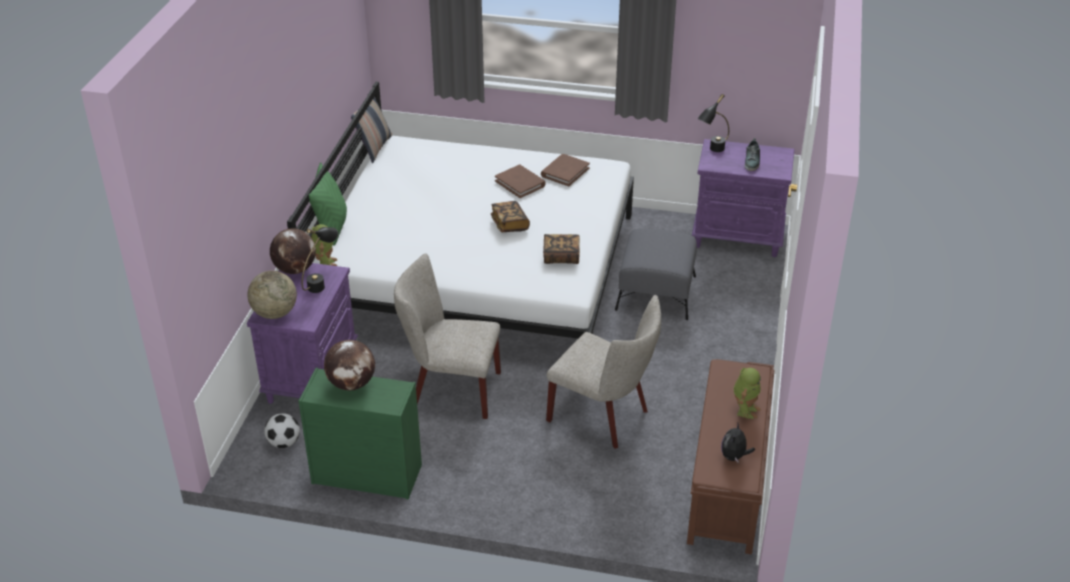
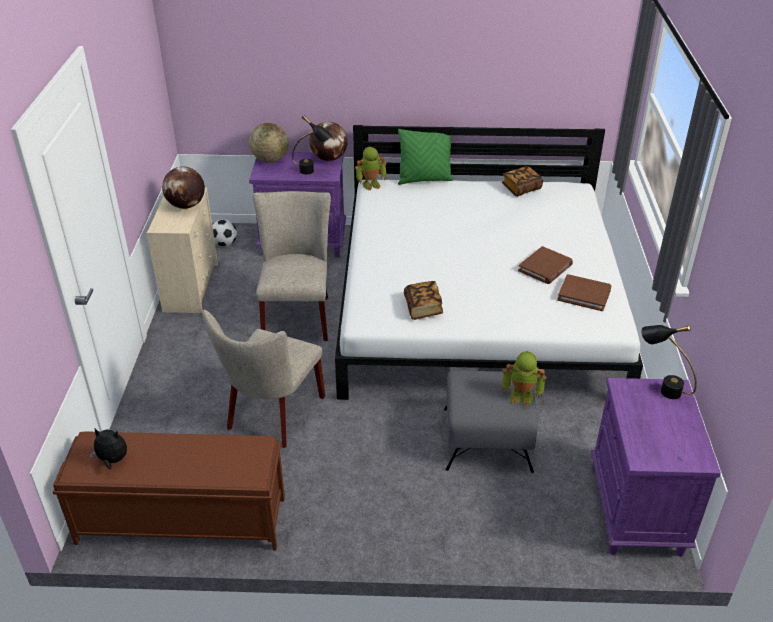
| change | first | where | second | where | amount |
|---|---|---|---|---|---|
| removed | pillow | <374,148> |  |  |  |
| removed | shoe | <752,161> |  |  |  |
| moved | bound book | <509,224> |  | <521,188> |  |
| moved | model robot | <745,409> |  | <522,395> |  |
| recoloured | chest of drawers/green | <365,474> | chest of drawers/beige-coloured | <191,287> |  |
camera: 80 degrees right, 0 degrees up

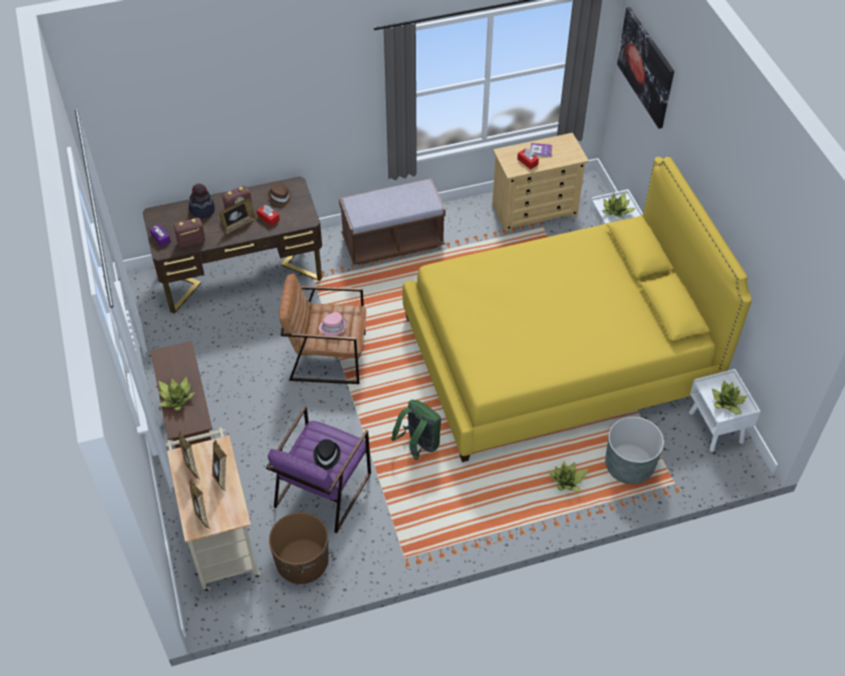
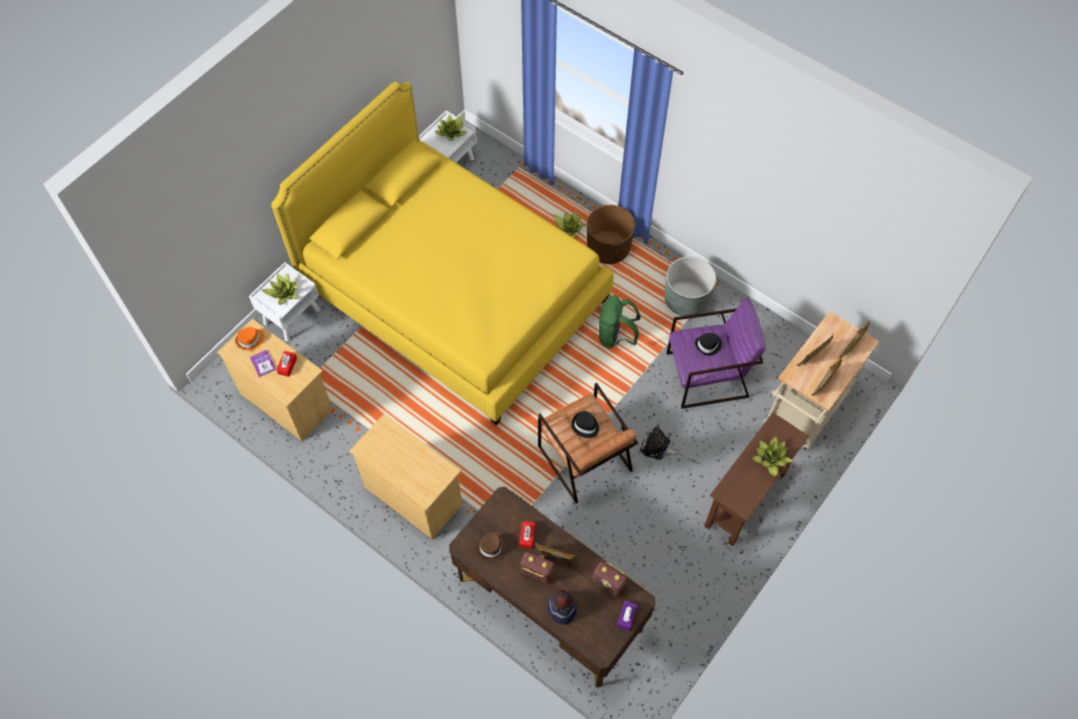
| change | first | where | second | where | amount |
|---|---|---|---|---|---|
| removed | wall picture | <646,67> |  |  |  |
| added |  |  | wearable hat/orange-coloured | <250,340> |  |
| added |  |  | cuddly toy | <657,447> |  |
| moved | plant pot/brown | <302,563> |  | <608,248> |  |
| moved | plant pot/gray | <629,466> |  | <686,300> |  |
| replaced | bench/brown | <393,243> | chest of drawers/beige-coloured | <413,495> |  |
| recoloured | wearable hat/pink | <333,326> | wearable hat/blackish | <585,426> |  |
camera: 125 degrees left, 10 degrees up

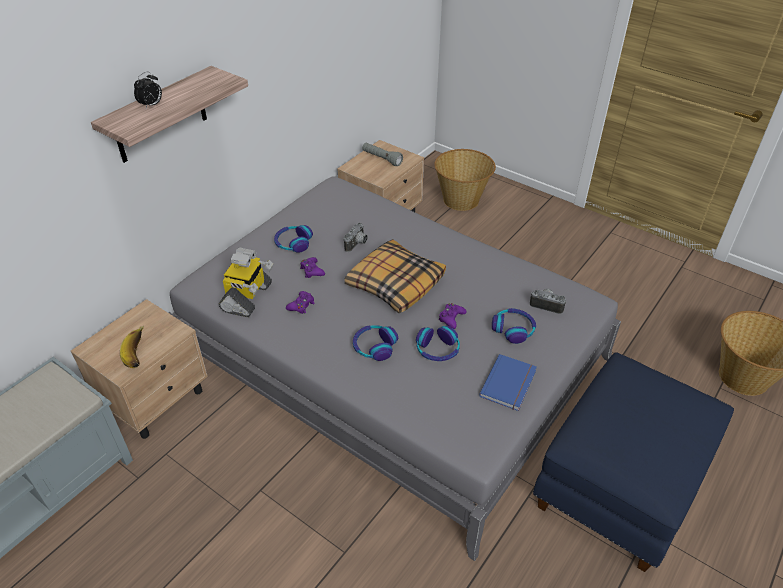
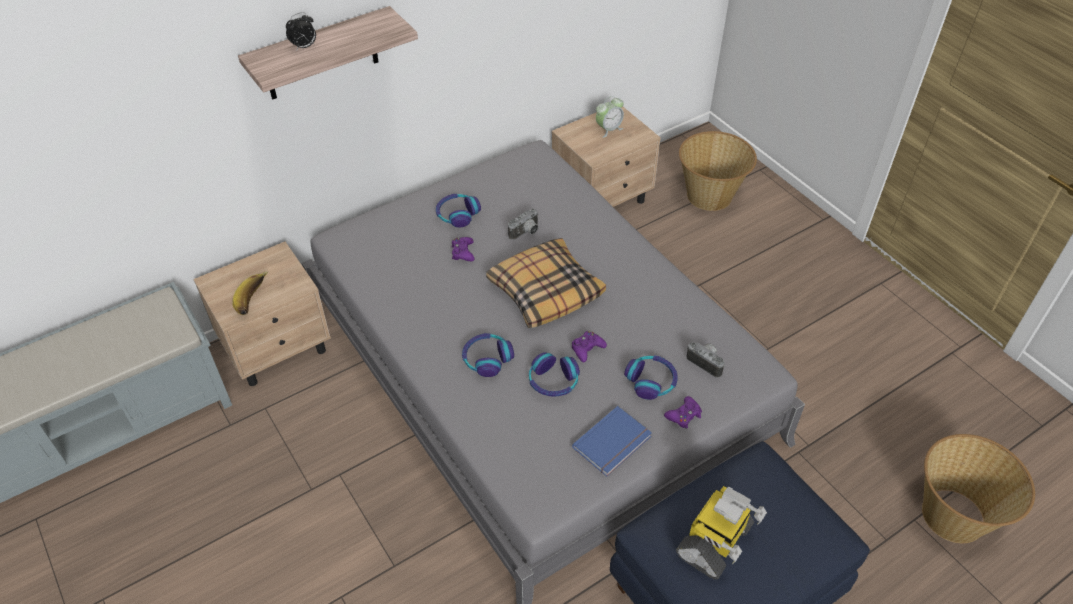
| change | first | where | second | where | amount |
|---|---|---|---|---|---|
| moved | model robot | <247,298> |  | <715,542> |  |
| moved | gamepad/purple | <301,305> |  | <684,415> |  |
| replaced | torch/gray | <381,159> | table clock | <608,129> |  |
camera: 20 degrees right, 5 degrees up

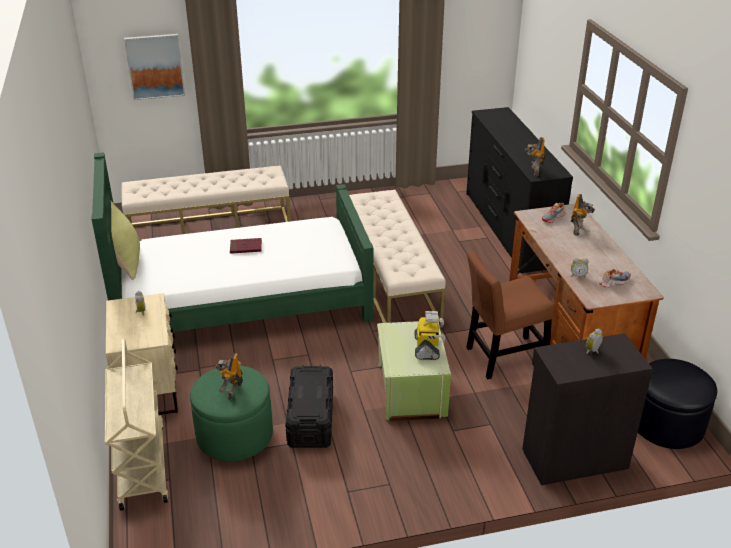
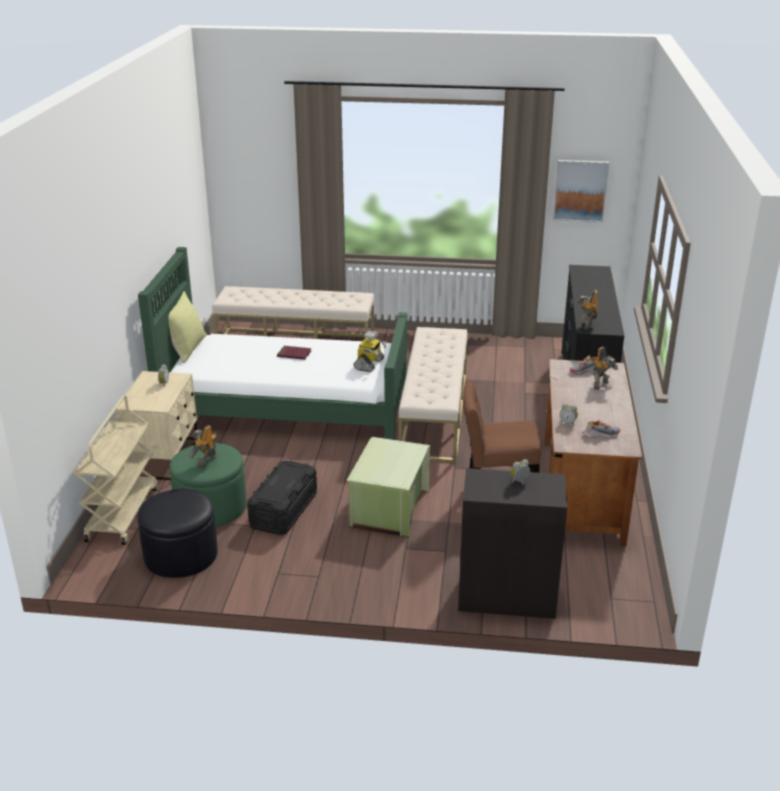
| change | first | where | second | where | amount |
|---|---|---|---|---|---|
| moved | wall picture | <155,66> |  | <580,190> |  |
| moved | model robot | <427,348> |  | <369,364> |  |
| moved | footrest/blackish | <667,424> |  | <180,555> |  |
camera: 20 degrees right, 5 degrees down

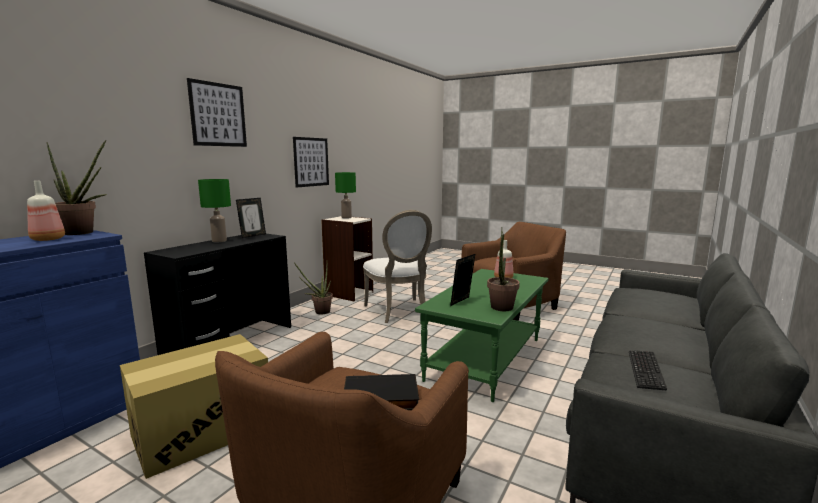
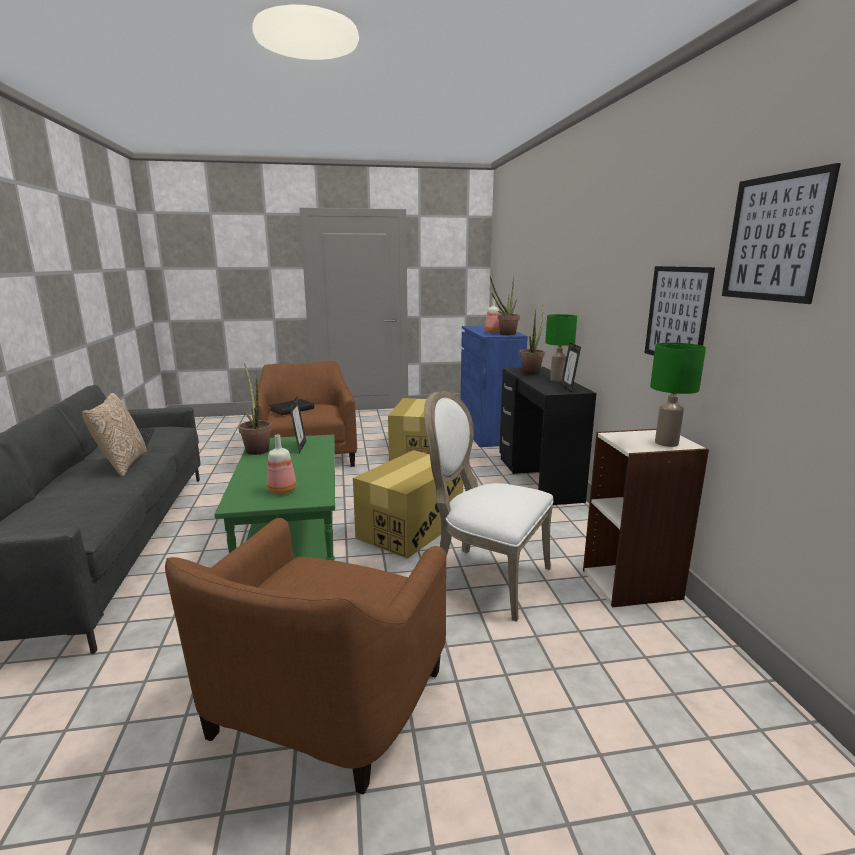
| change | first | where | second | where | amount |
|---|---|---|---|---|---|
| added |  |  | pillow | <122,464> |  |
| added |  |  | carton | <411,528> |  |
| moved | wall picture | <218,114> |  | <774,238> |  |
| moved | houseplant | <319,312> |  | <532,371> |  |
camera: 140 degrees right, 5 degrees up

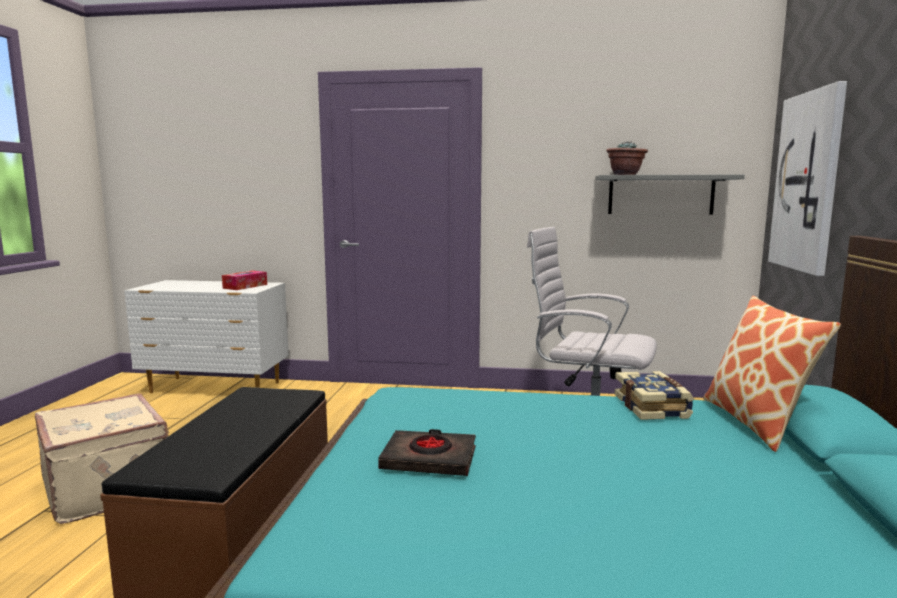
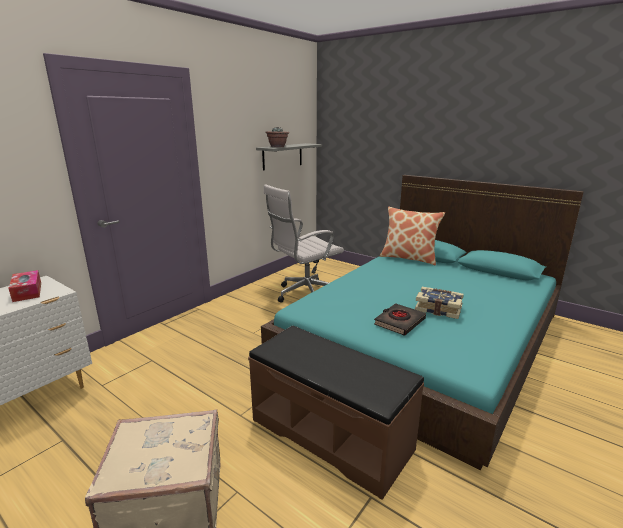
| change | first | where | second | where | amount |
|---|---|---|---|---|---|
| removed | wall picture | <808,182> |  |  |  |
| moved | bound book | <652,407> |  | <438,309> |  |
camera: 60 degrees left, 10 degrees up

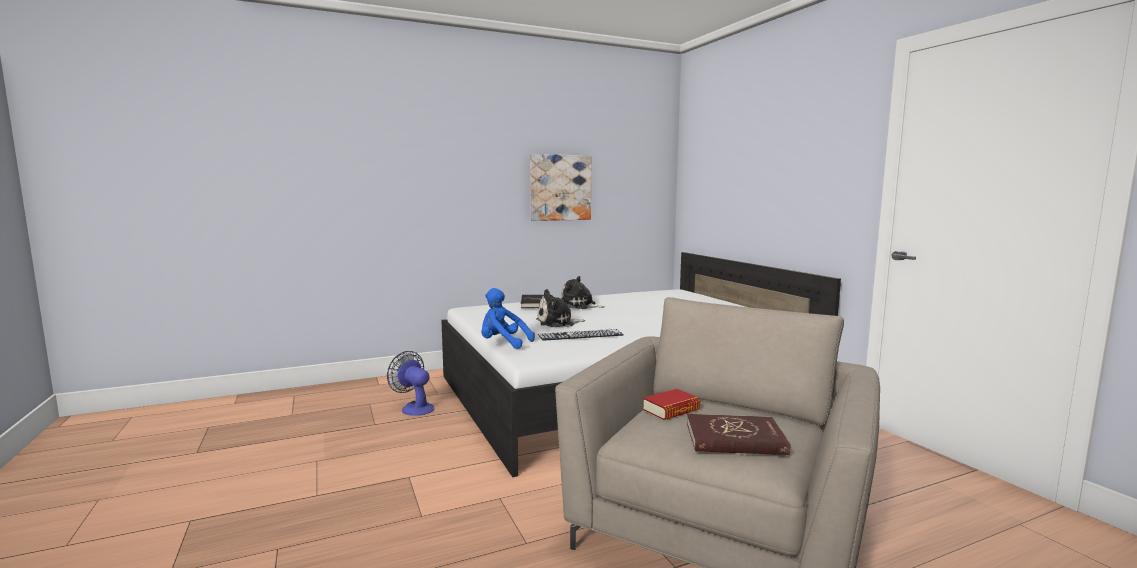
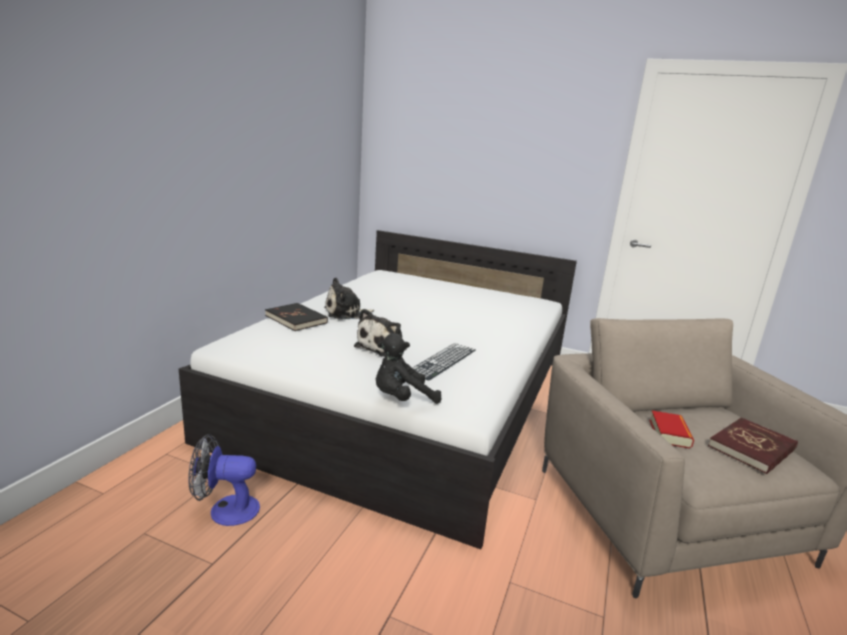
| change | first | where | second | where | amount |
|---|---|---|---|---|---|
| removed | wall picture | <560,187> |  |  |  |
| recoloured | cuddly toy/bluish | <503,344> | cuddly toy/blackish | <402,399> |  |
camera: 45 degrees left, 10 degrees up

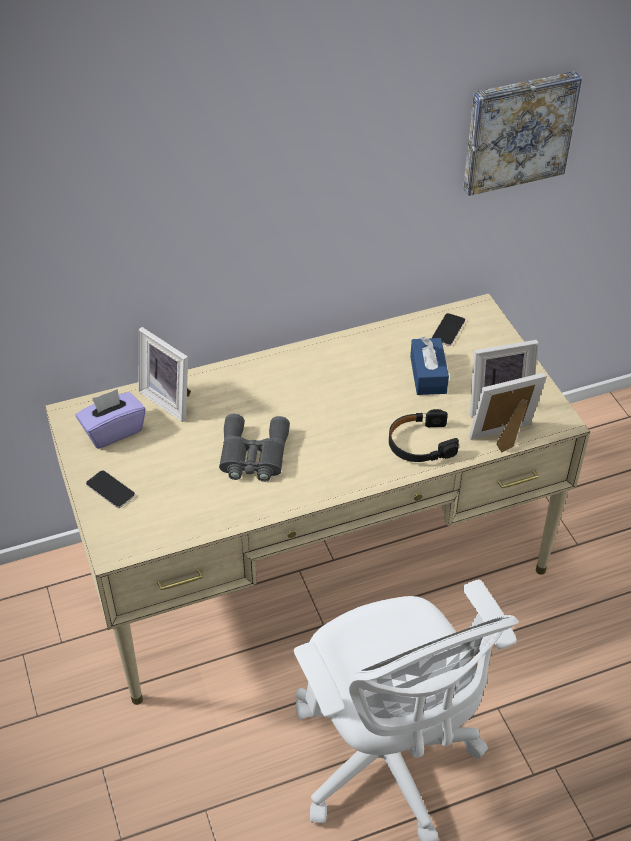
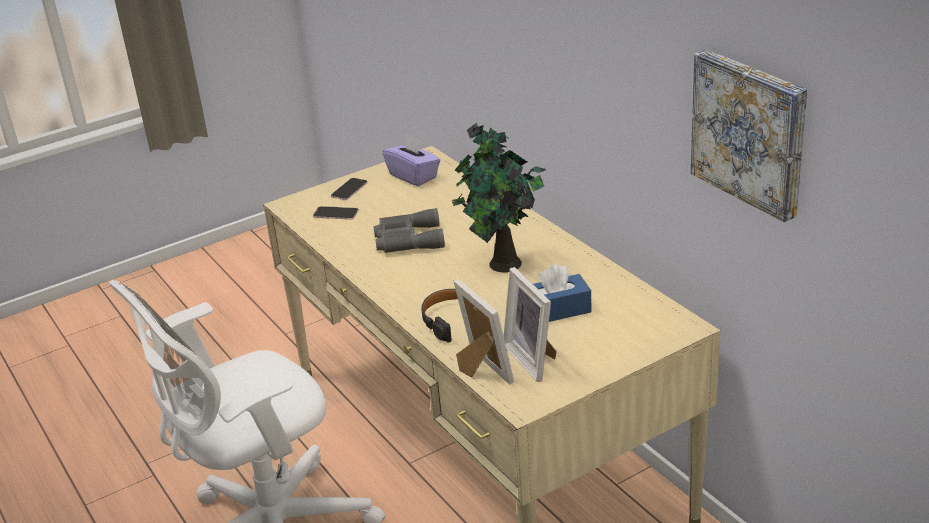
| change | first | where | second | where | amount |
|---|---|---|---|---|---|
| removed | standing frame | <170,399> |  |  |  |
| added |  |  | houseplant | <503,265> |  |
| moved | telephone | <448,330> |  | <336,214> |  |
camera: 80 degrees right, 15 degrees down

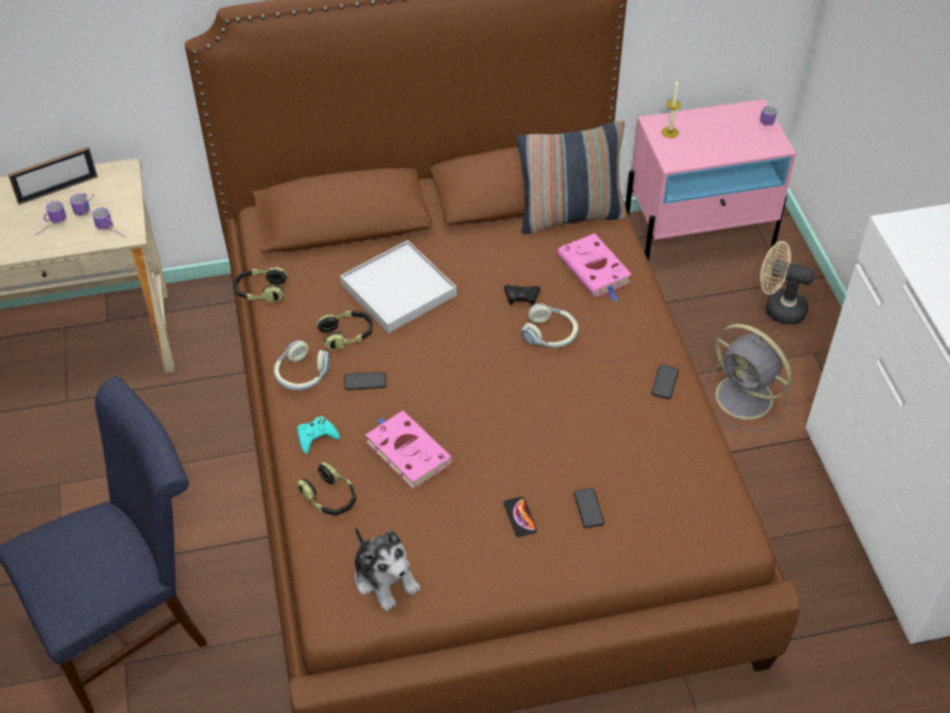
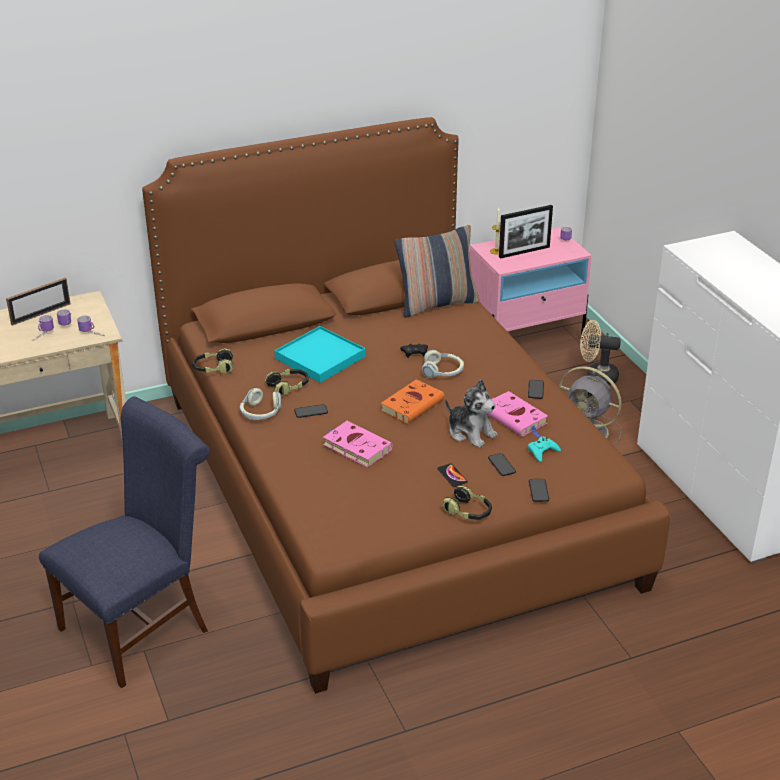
| change | first | where | second | where | amount |
|---|---|---|---|---|---|
| added |  |  | bound book/orange-coloured | <413,404> |  |
| added |  |  | standing frame | <524,252> |  |
| added |  |  | telephone | <538,491> |  |
| moved | gamepad/blue-green | <316,437> |  | <542,451> |  |
| moved | headphones | <329,498> |  | <468,512> |  |
| moved | cuddly toy | <385,578> |  | <470,433> |  |
| moved | bound book/pink | <595,270> |  | <516,418> |  |
| recoloured | tray/white | <398,290> | tray/blue-green | <319,357> |  |
camera: 10 degrees left, 15 degrees down

